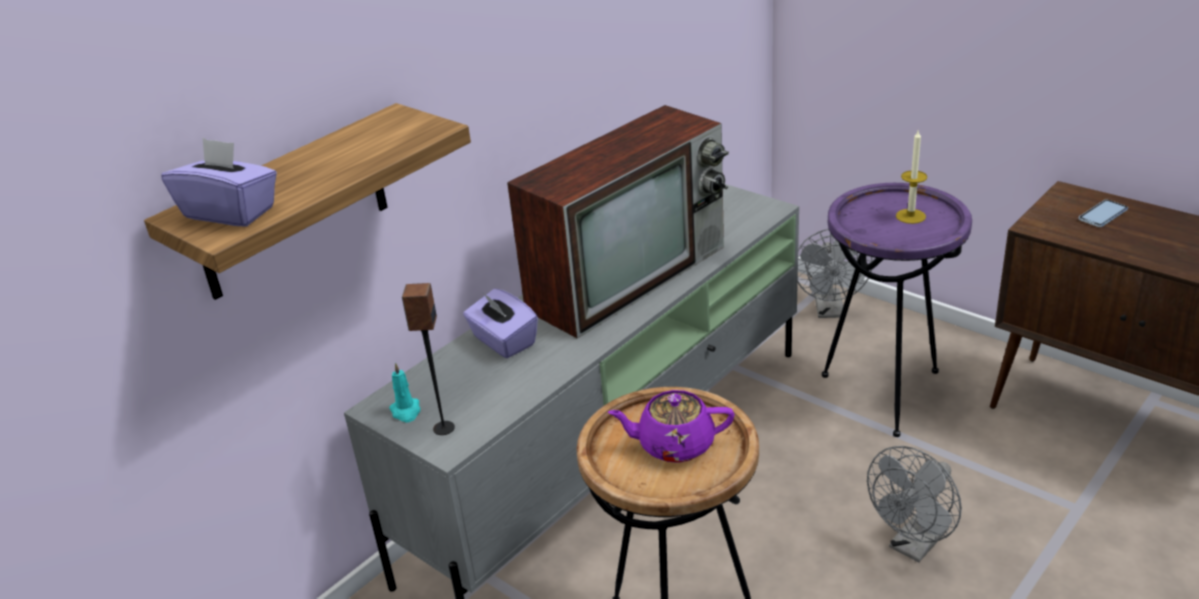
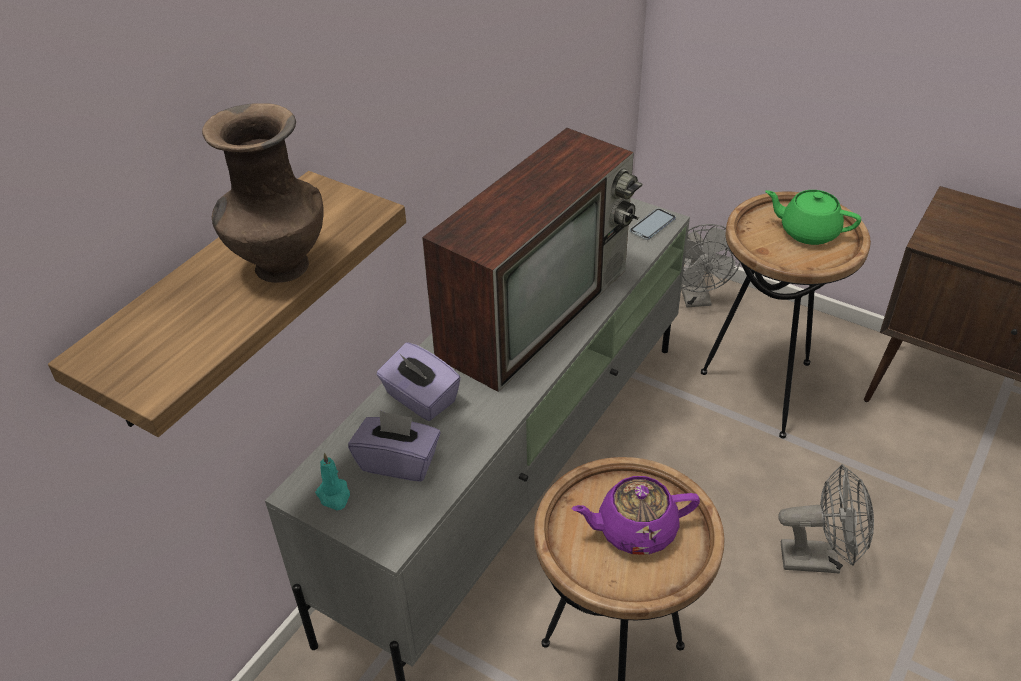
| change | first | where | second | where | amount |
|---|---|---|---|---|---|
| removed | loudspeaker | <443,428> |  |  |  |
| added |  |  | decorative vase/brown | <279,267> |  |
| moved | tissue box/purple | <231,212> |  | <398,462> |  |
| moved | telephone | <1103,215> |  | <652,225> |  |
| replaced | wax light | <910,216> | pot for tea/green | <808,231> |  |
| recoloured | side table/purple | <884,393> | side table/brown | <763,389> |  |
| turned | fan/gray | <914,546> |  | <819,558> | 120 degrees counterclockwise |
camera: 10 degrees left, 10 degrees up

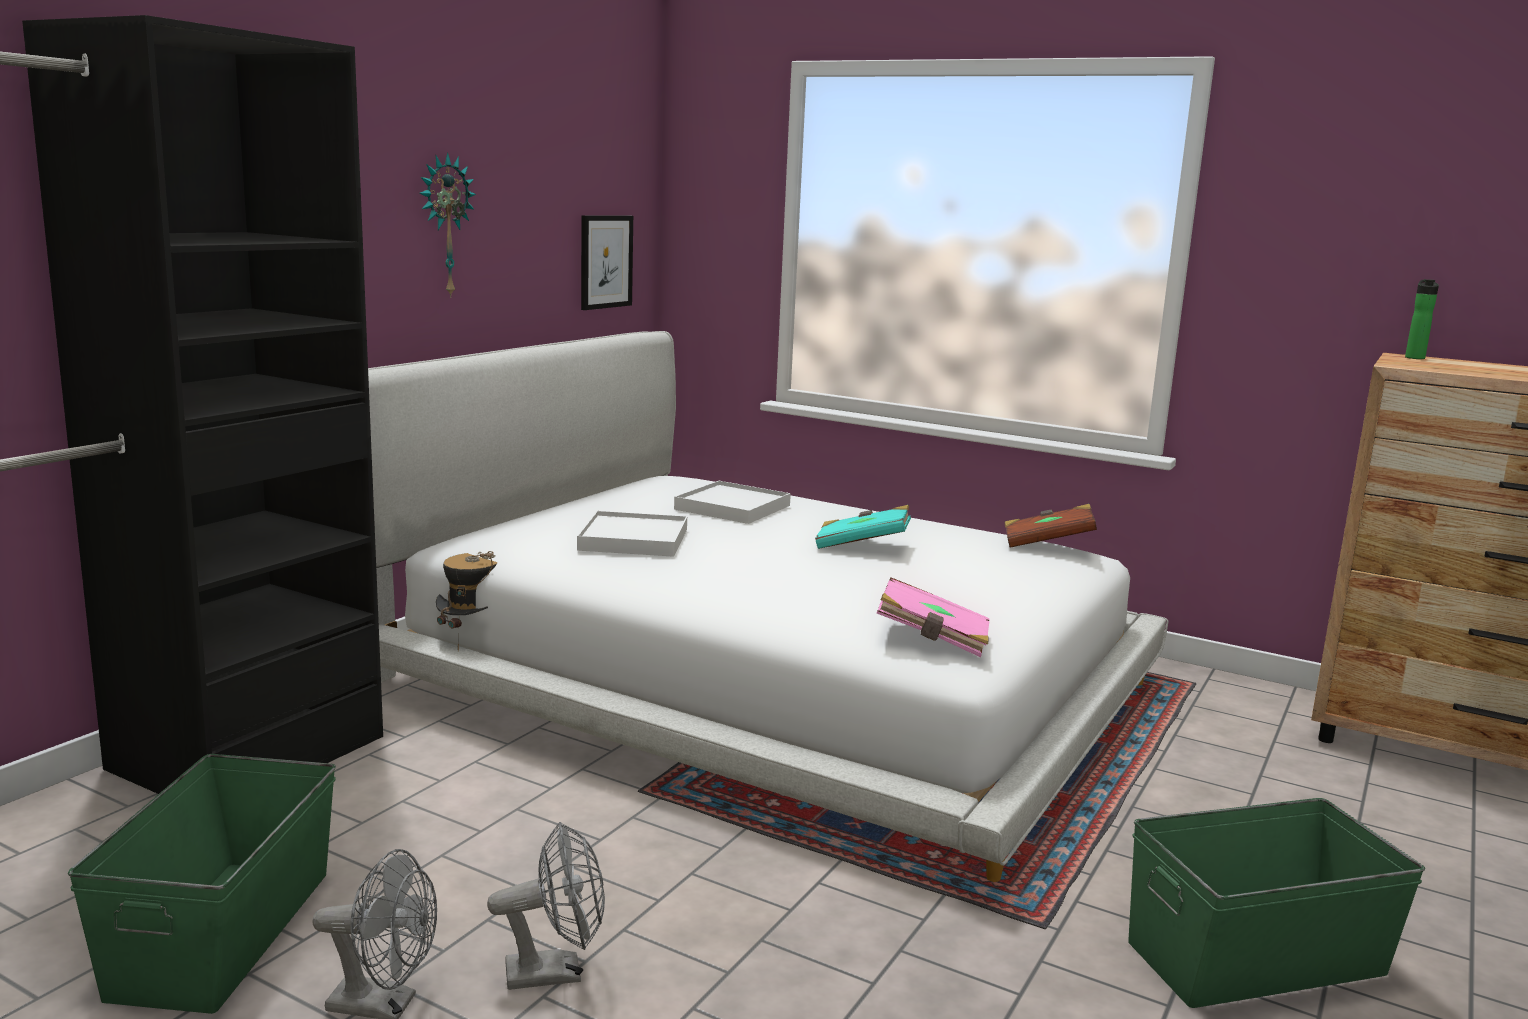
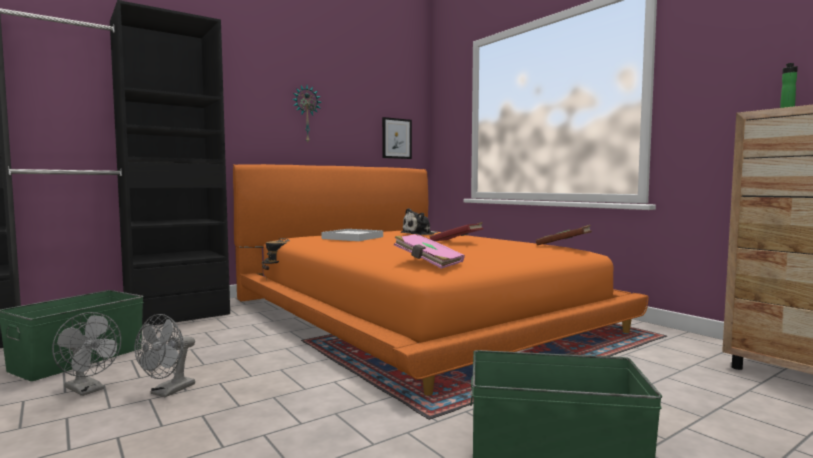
| change | first | where | second | where | amount |
|---|---|---|---|---|---|
| replaced | tray/white | <733,507> | cuddly toy | <419,234> |  |
| recoloured | bedroom bed/white | <762,680> | bedroom bed/orange-coloured | <414,313> |  |
| recoloured | bound book/blue-green | <862,546> | bound book/red-coloured | <456,242> |  |
| turned | fan/gray | <556,972> |  | <168,392> | 105 degrees clockwise |
camera: 25 degrees right, 10 degrees down

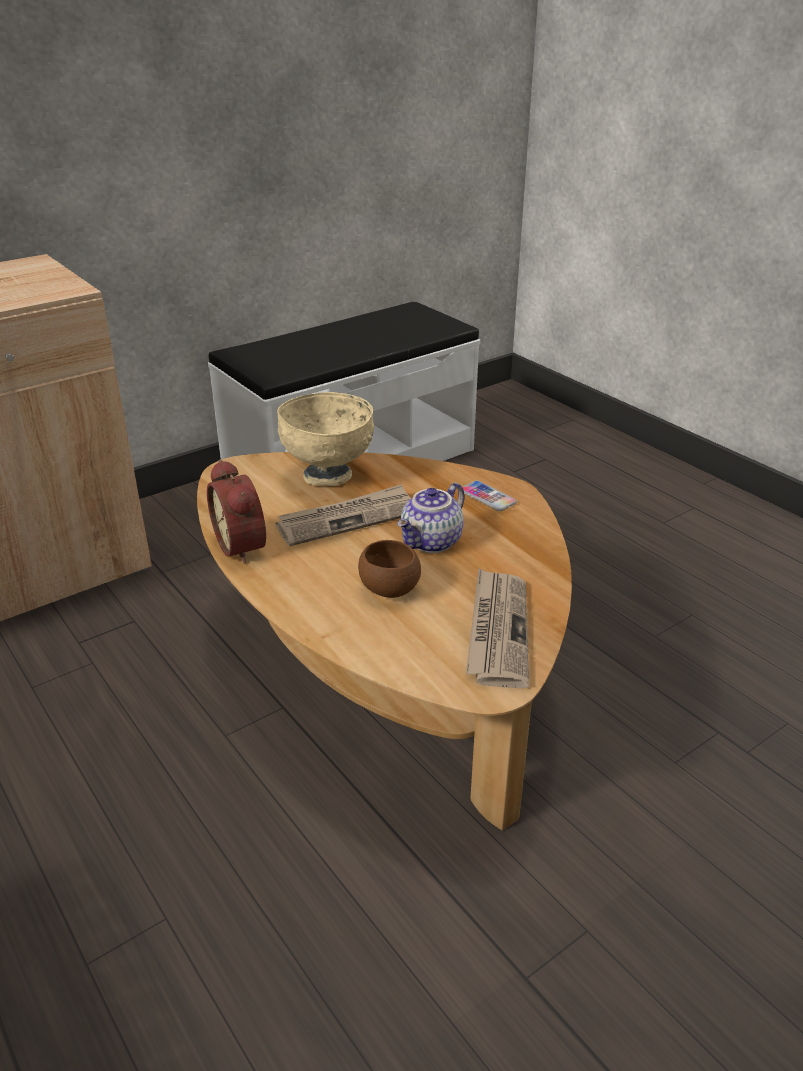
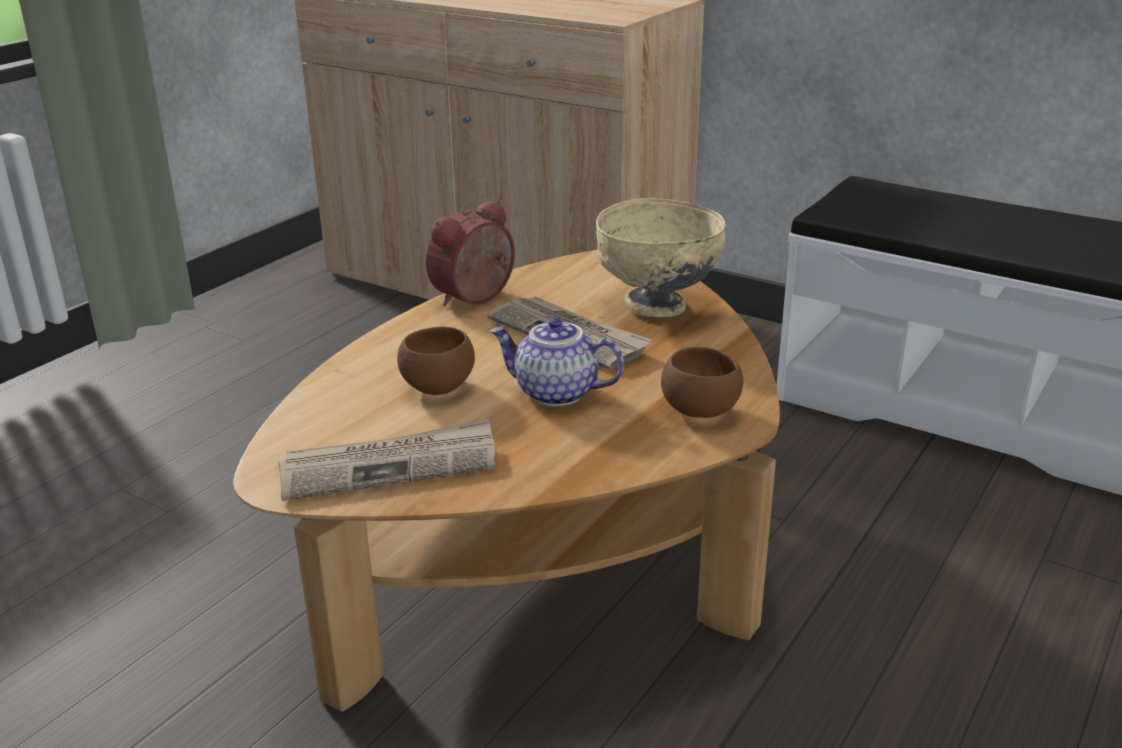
| change | first | where | second | where | amount |
|---|---|---|---|---|---|
| replaced | telephone | <487,497> | bowl/brown | <700,411> |  |
camera: 70 degrees right, 5 degrees down

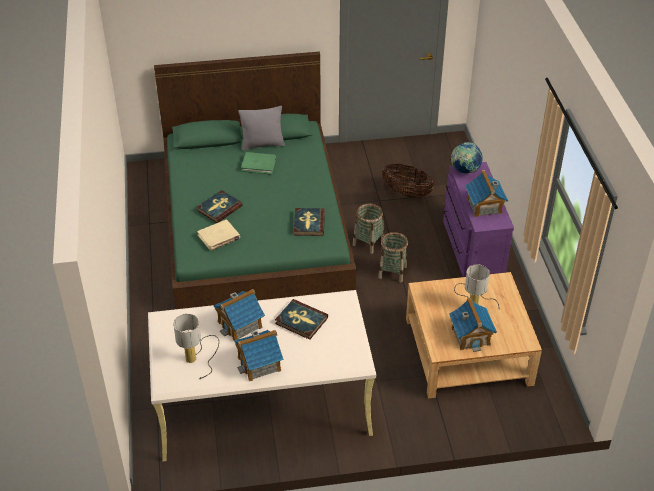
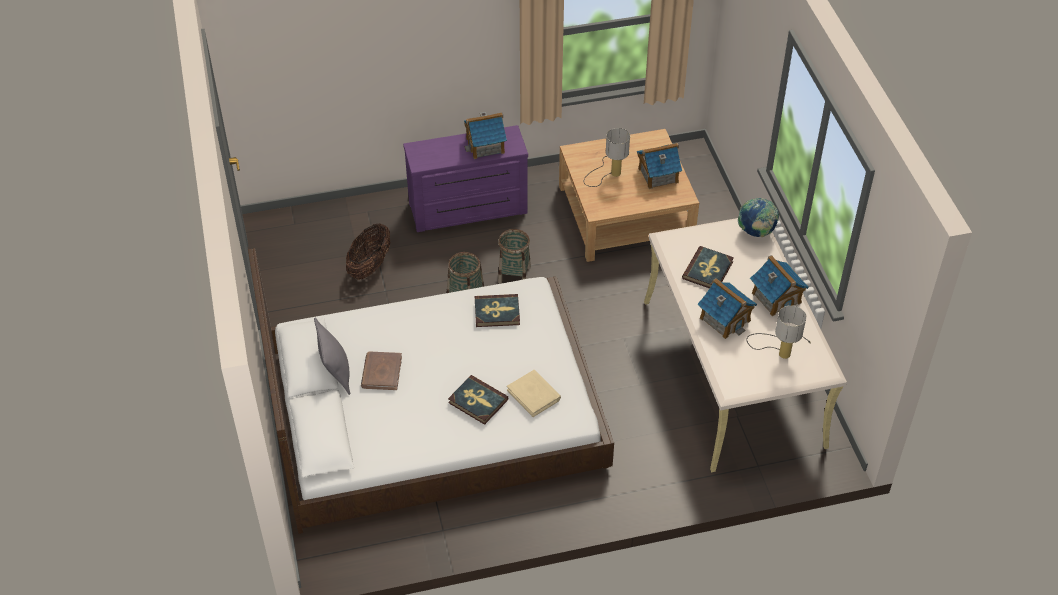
| change | first | where | second | where | amount |
|---|---|---|---|---|---|
| moved | globe | <465,171> |  | <756,232> |  |
| recoloured | bedroom bed/green | <254,222> | bedroom bed/white | <434,412> |  |
| recoloured | bound book/green | <259,164> | bound book/brown | <381,372> |  |
camera: 95 degrees left, 5 degrees up

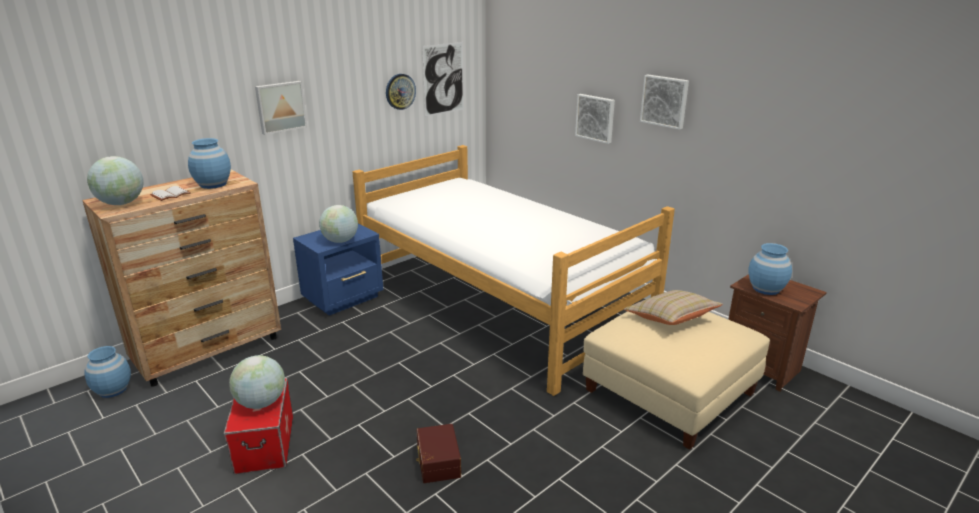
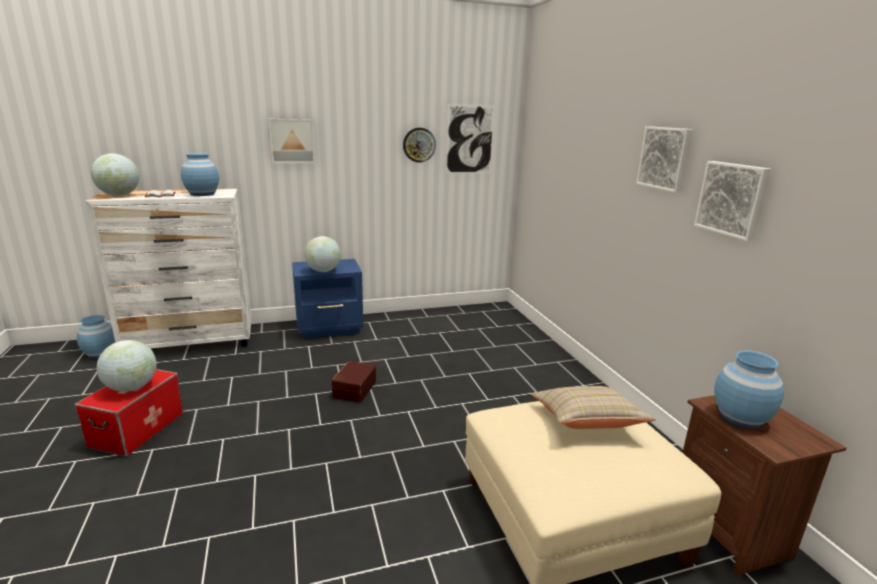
| change | first | where | second | where | amount |
|---|---|---|---|---|---|
| removed | bedroom bed | <499,302> |  |  |  |
| moved | storage container/brown | <437,462> |  | <353,389> |  |
| moved | wall picture | <595,118> |  | <732,199> |  |
| recoloured | chest of drawers/brown | <209,350> | chest of drawers/white | <191,342> |  |
camera: 25 degrees right, 5 degrees down

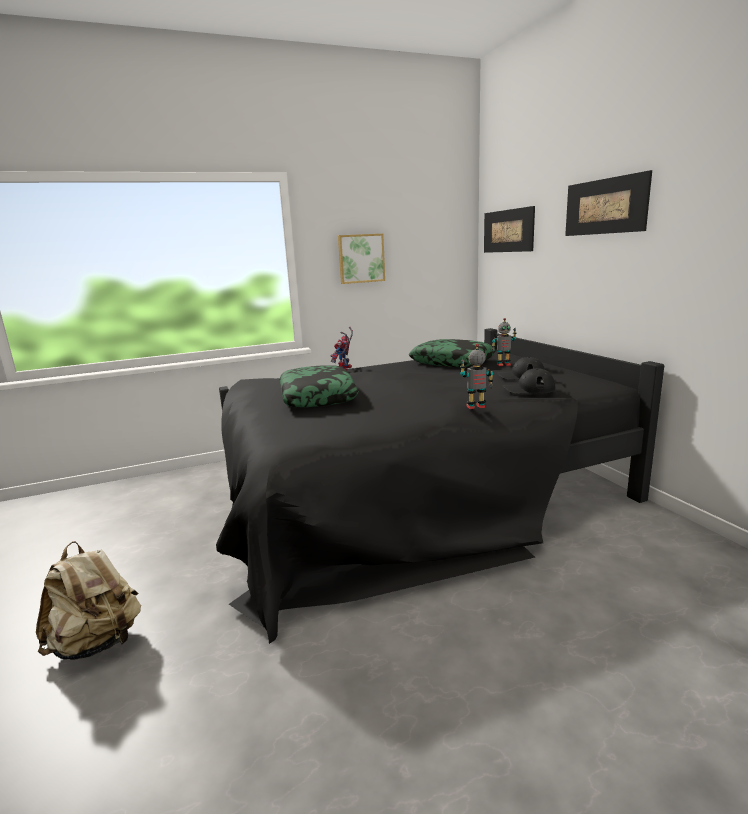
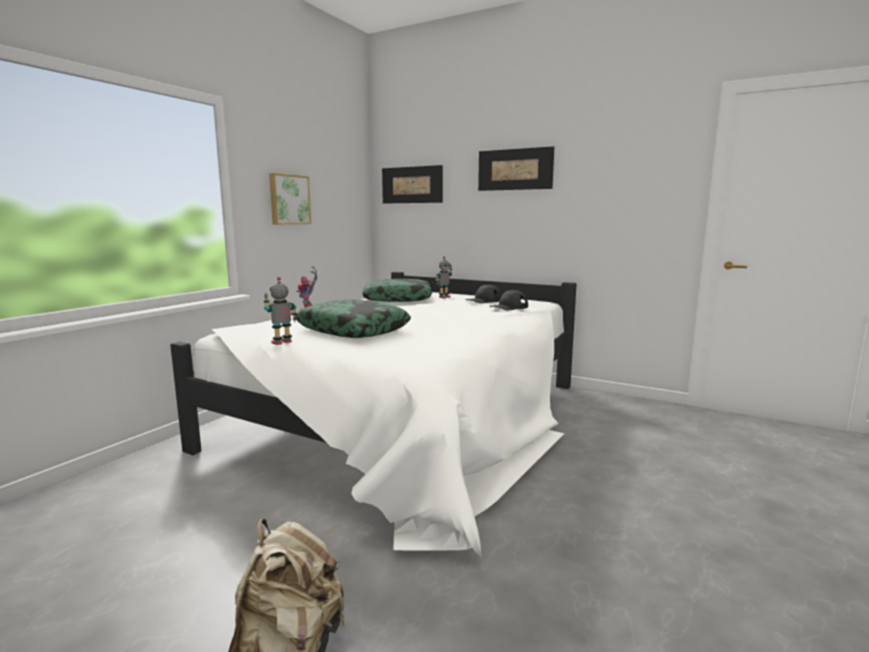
| change | first | where | second | where | amount |
|---|---|---|---|---|---|
| moved | model robot | <476,407> |  | <282,343> |  |
| recoloured | bedroom bed/blackish | <413,491> | bedroom bed/white | <412,419> |  |
camera: 40 degrees left, 5 degrees down

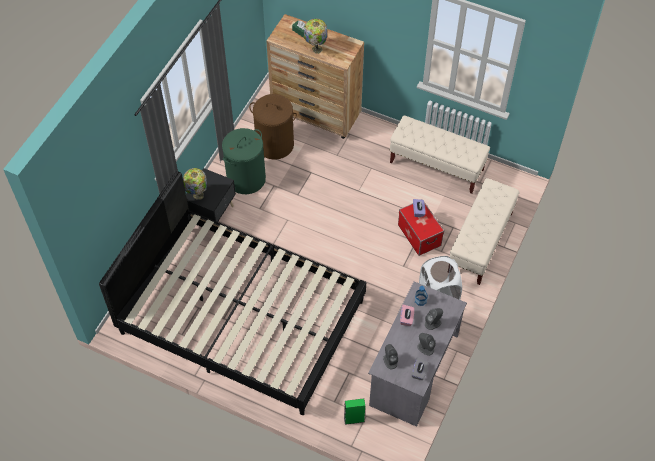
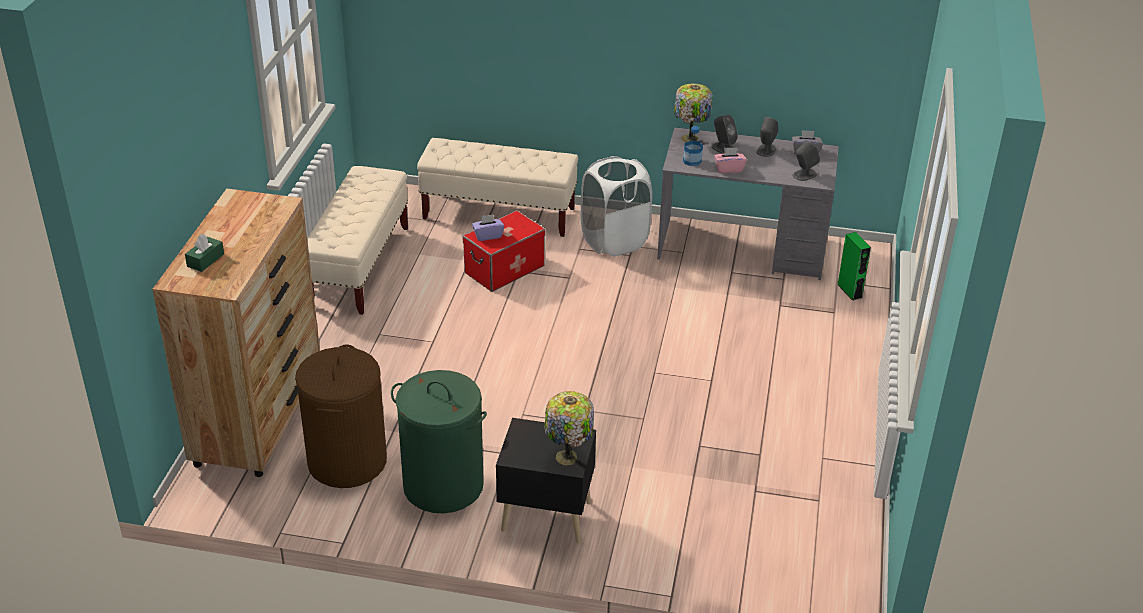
| change | first | where | second | where | amount |
|---|---|---|---|---|---|
| removed | bedroom bed/blackish | <242,316> |  |  |  |
| moved | lamp for a table | <316,49> |  | <689,139> |  |
camera: 105 degrees left, 20 degrees down

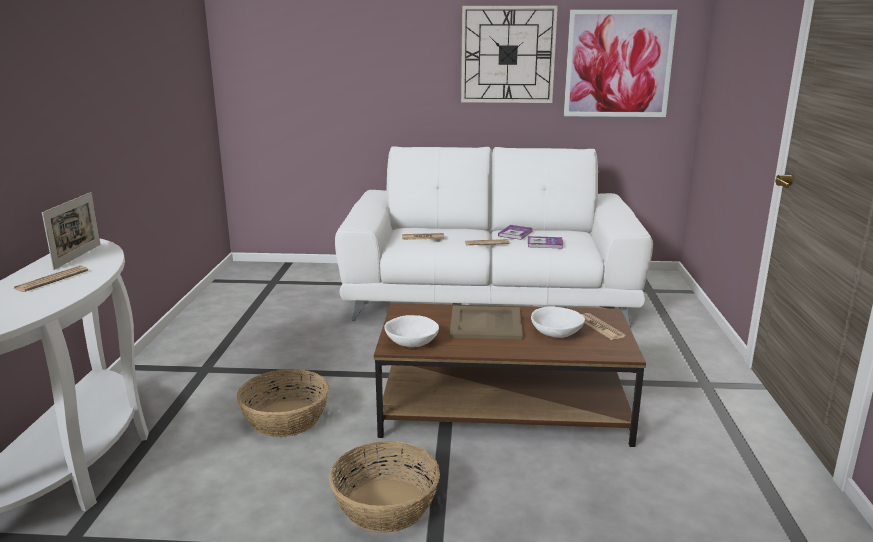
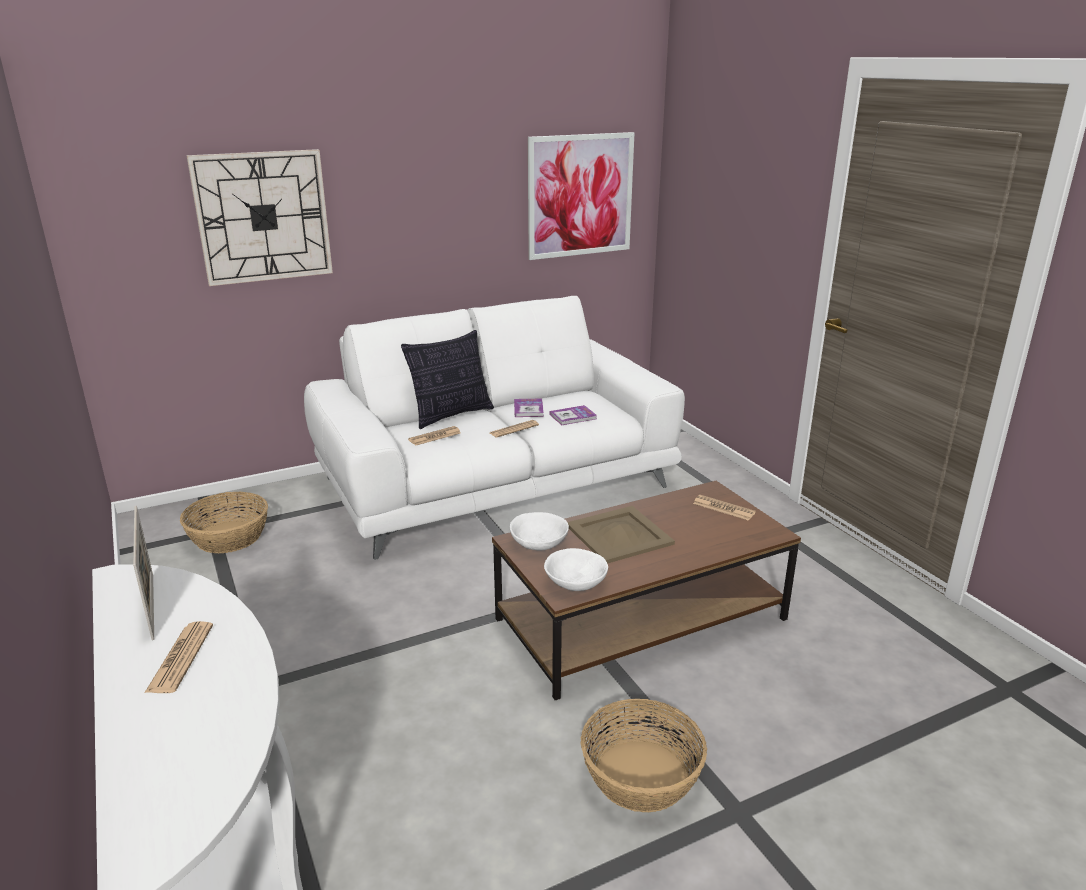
| change | first | where | second | where | amount |
|---|---|---|---|---|---|
| added |  |  | pillow | <451,415> |  |
| moved | basket | <285,418> |  | <228,537> |  |
| moved | clock on the wall | <507,55> |  | <263,217> |  |
| moved | bowl/white | <557,333> |  | <539,543> |  |
camera: 30 degrees left, 5 degrees up

